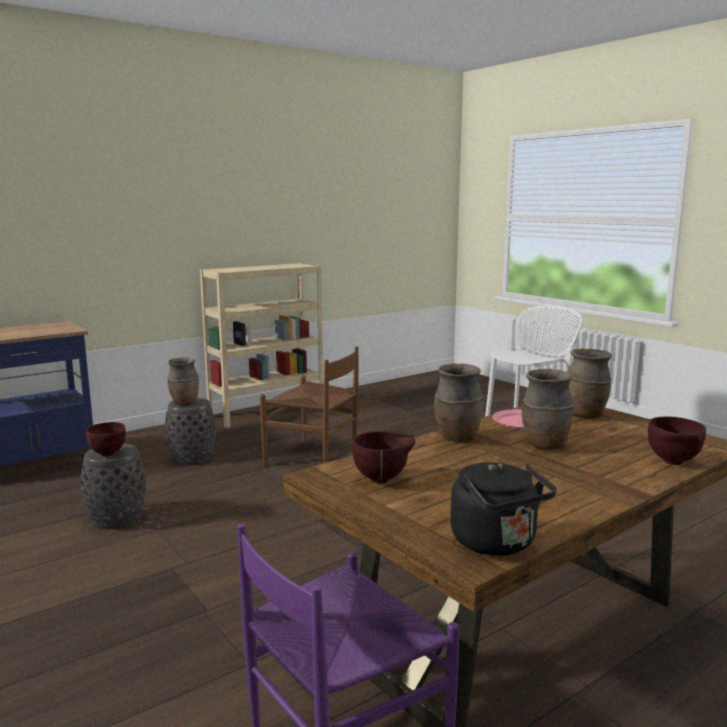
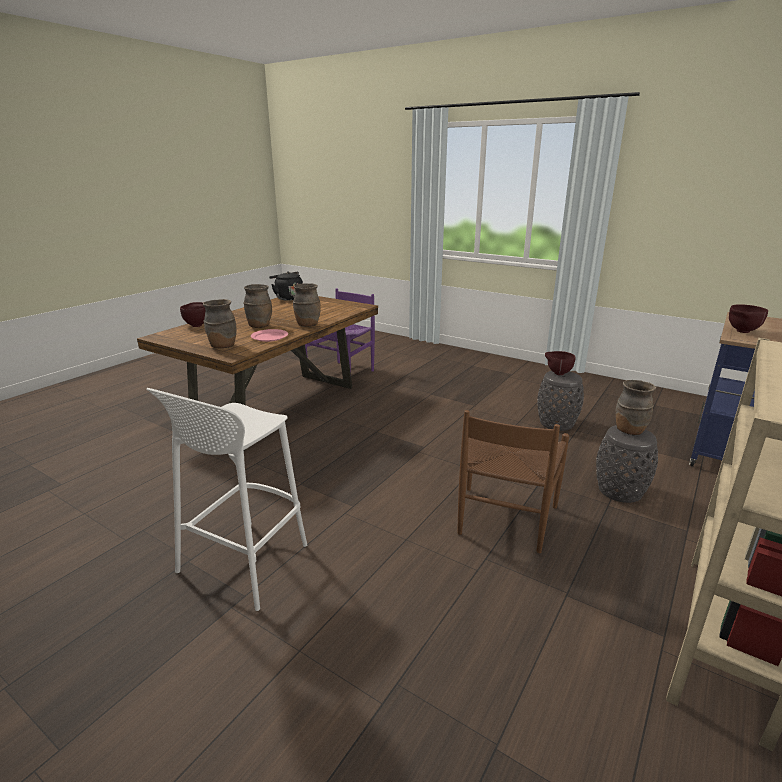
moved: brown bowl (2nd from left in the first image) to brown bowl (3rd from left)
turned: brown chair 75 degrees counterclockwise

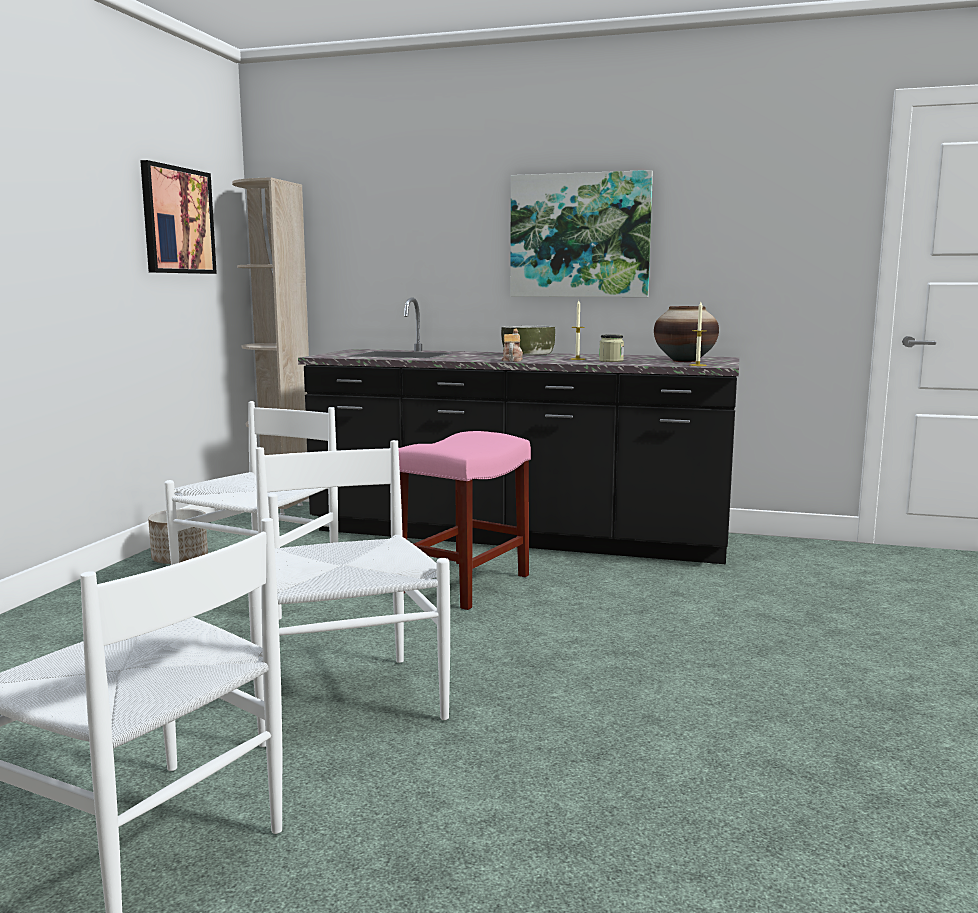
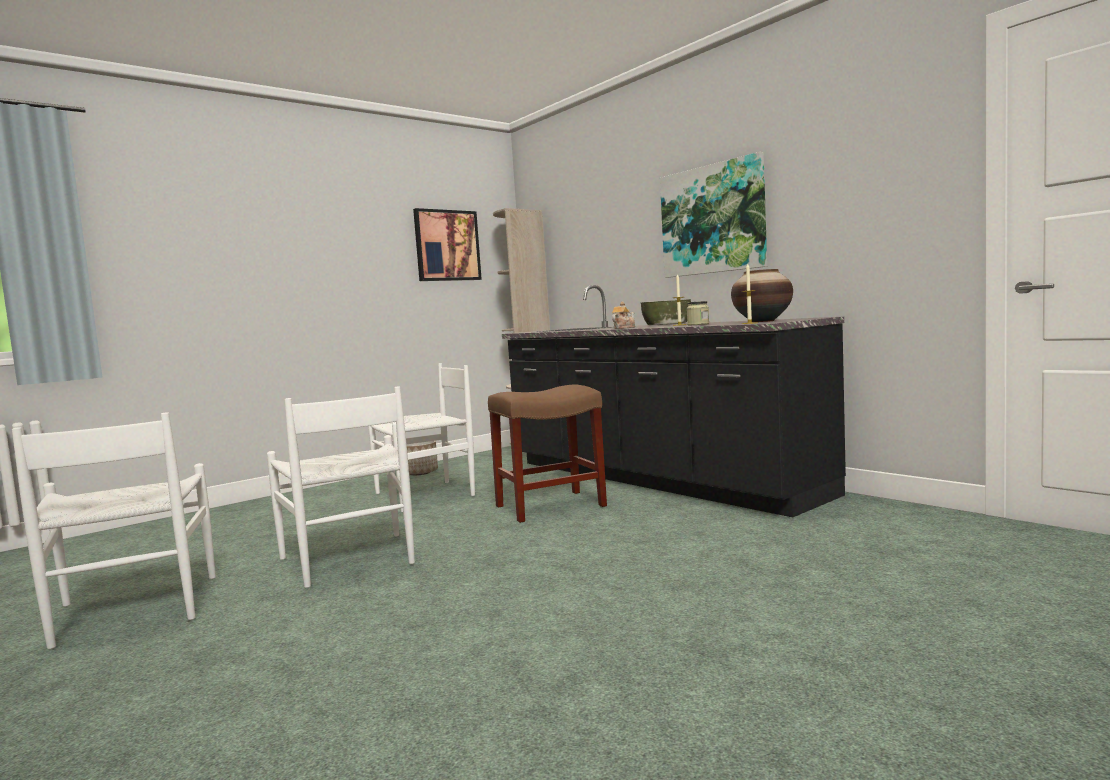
recoloured: pink stool to brown stool
turned: white chair (3rd from left in the first image) 135 degrees clockwise

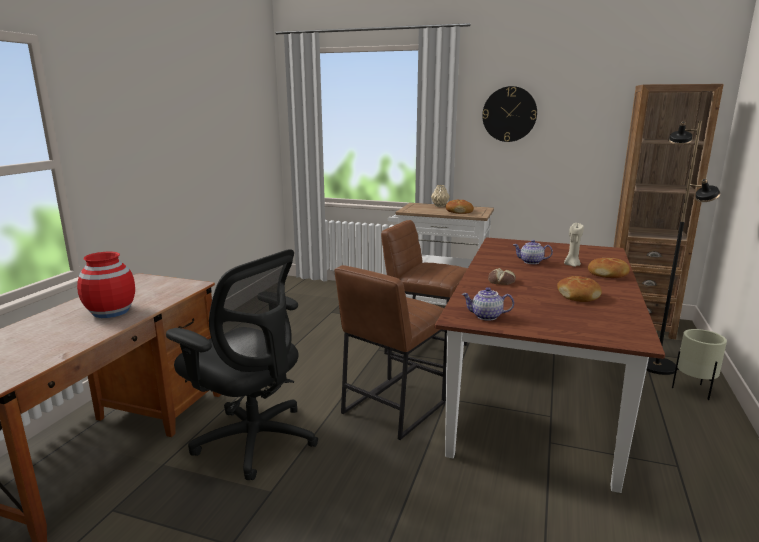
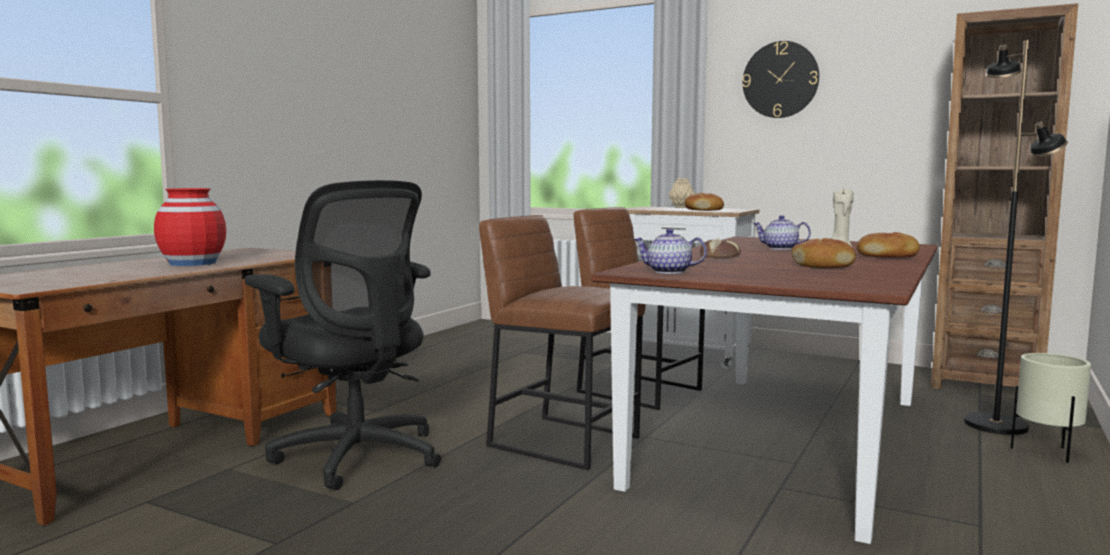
turned: brown chair (1st from left) 75 degrees clockwise

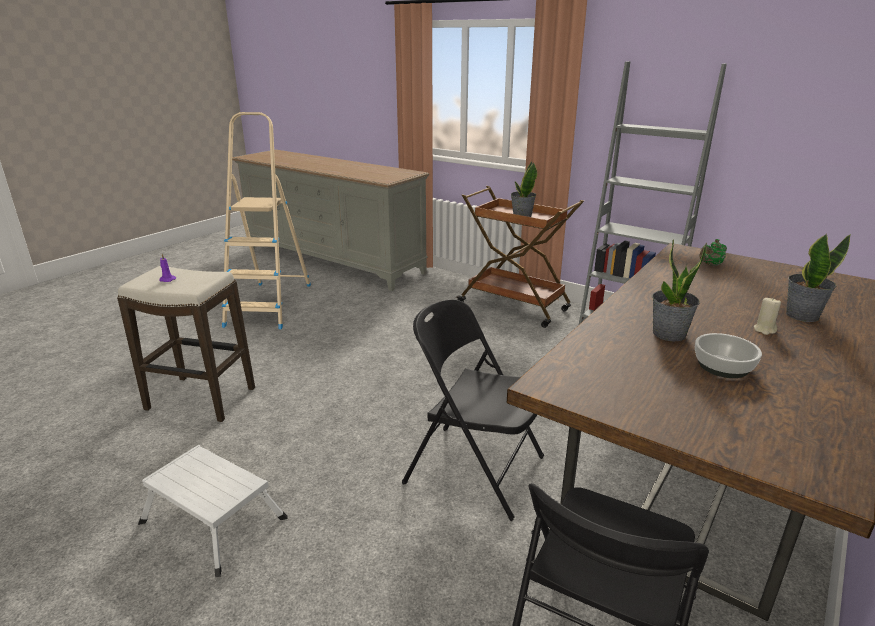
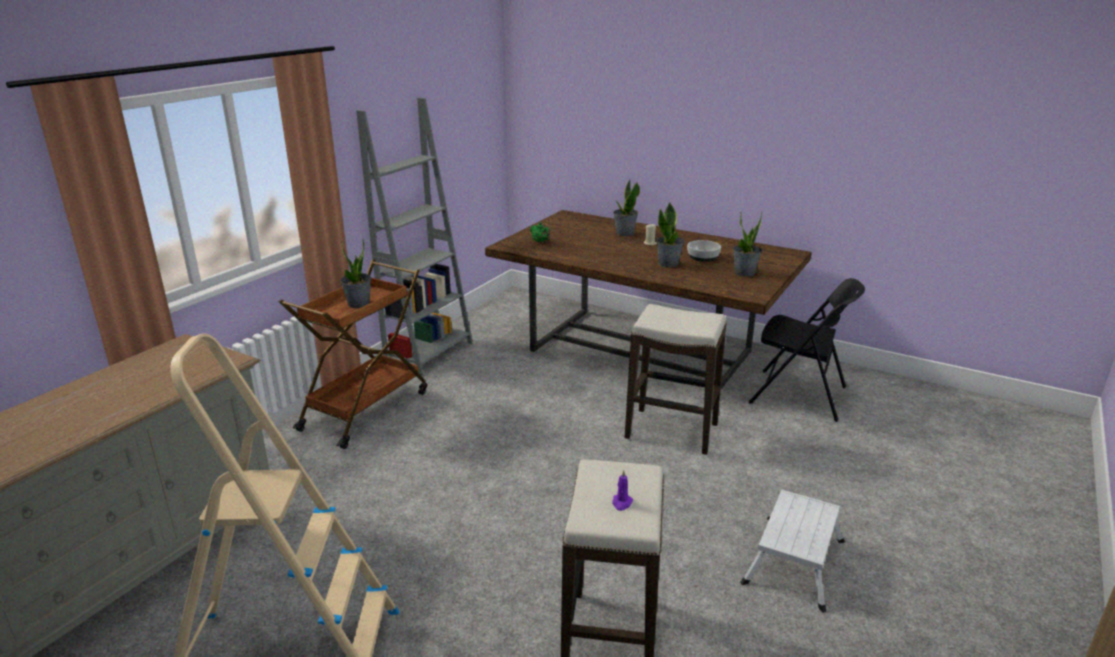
added: potted plant (4th from left)
replaced: black chair (1st from left) to stool (2nd from left)

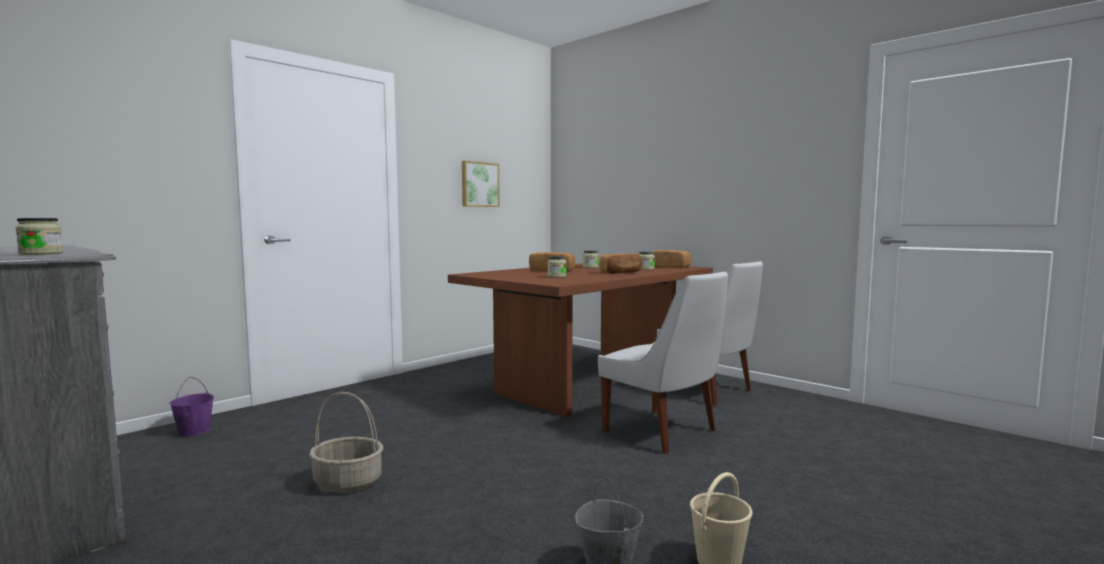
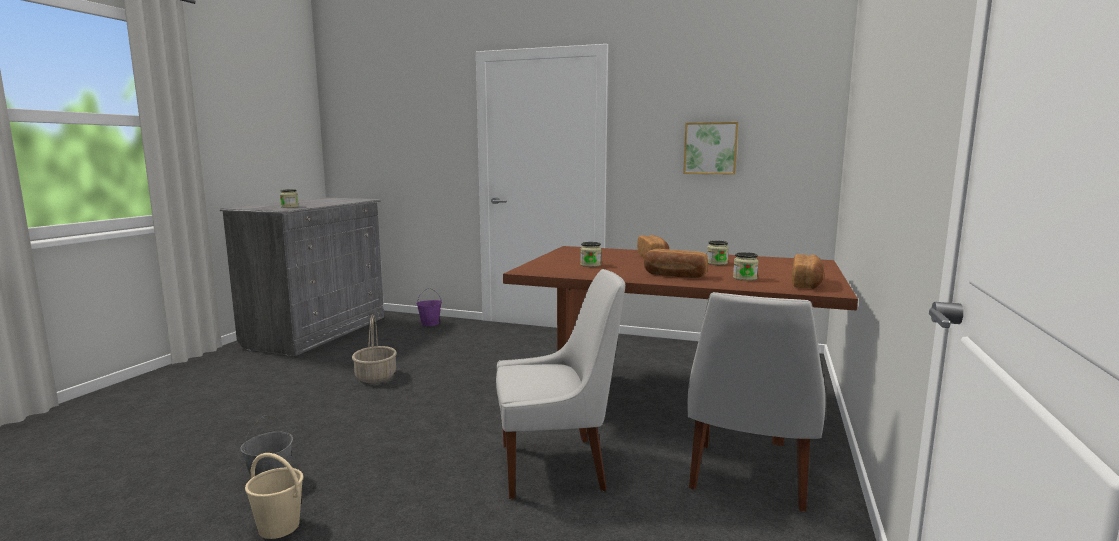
turned: white chair (1st from left) 120 degrees counterclockwise

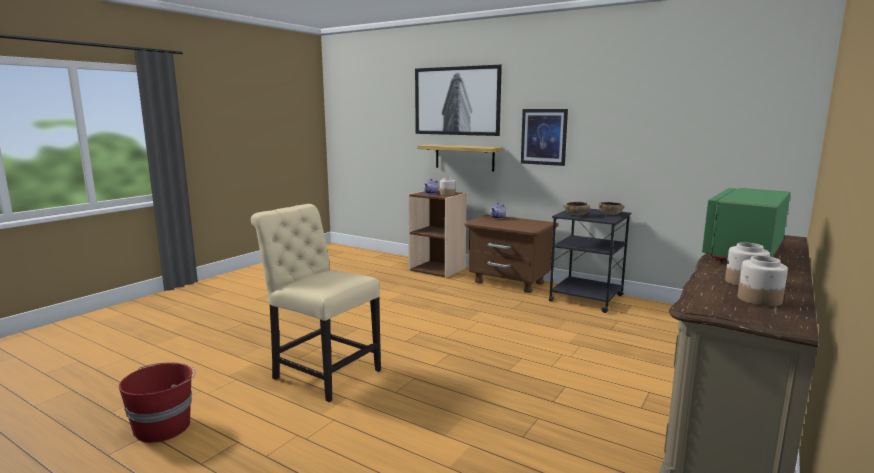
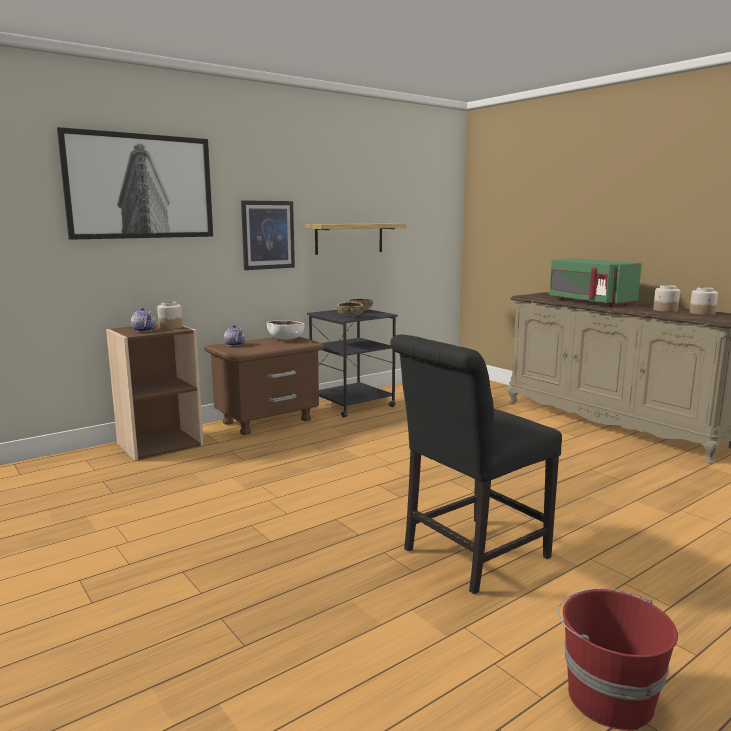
added: white bowl
moved: shelf
recoloured: beige chair to black chair

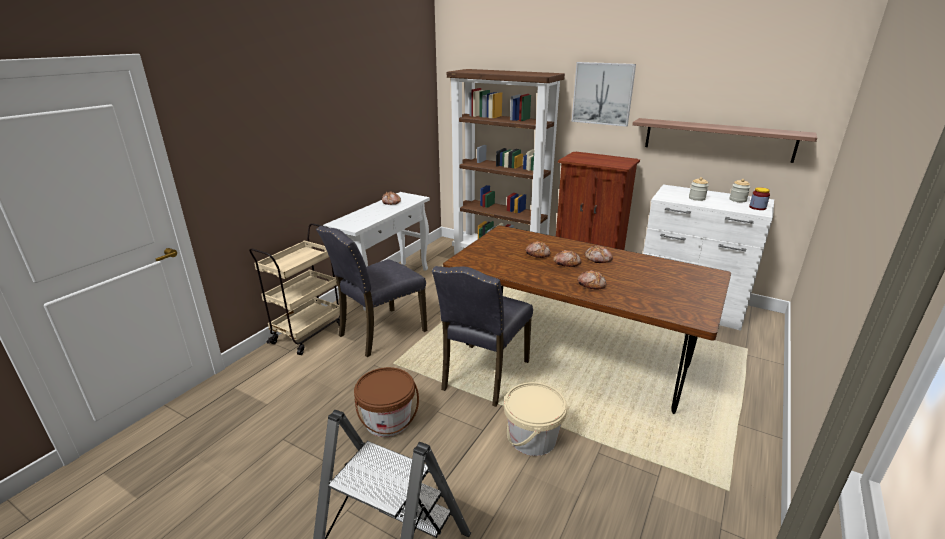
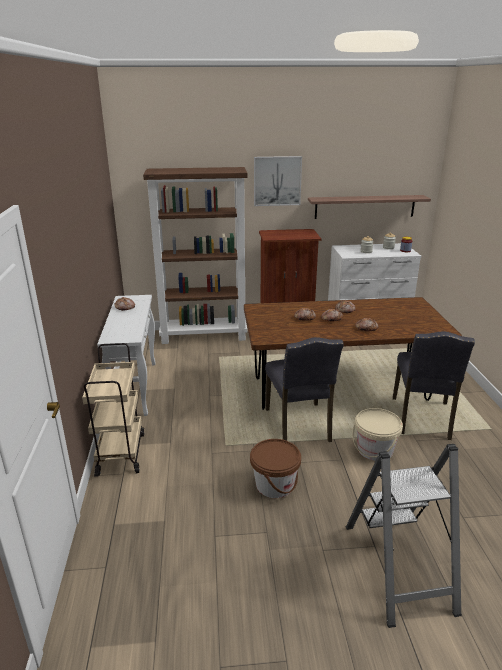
moved: grey chair (1st from left in the first image) to grey chair (2nd from left)

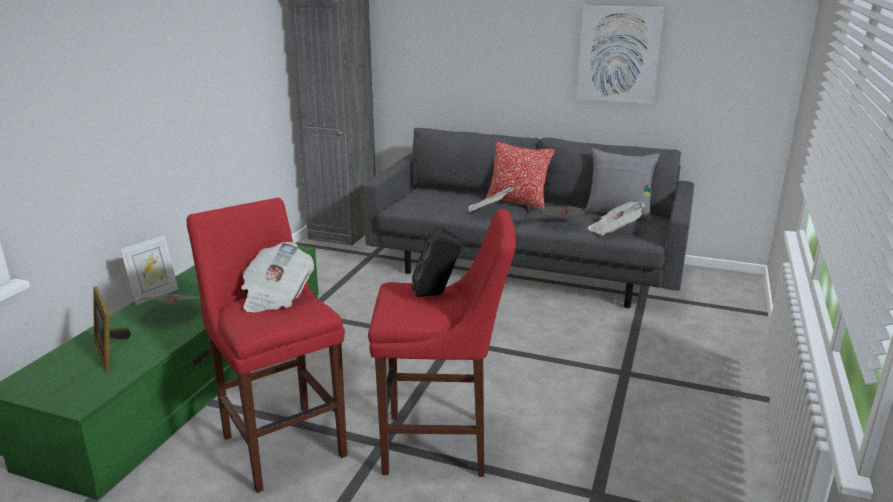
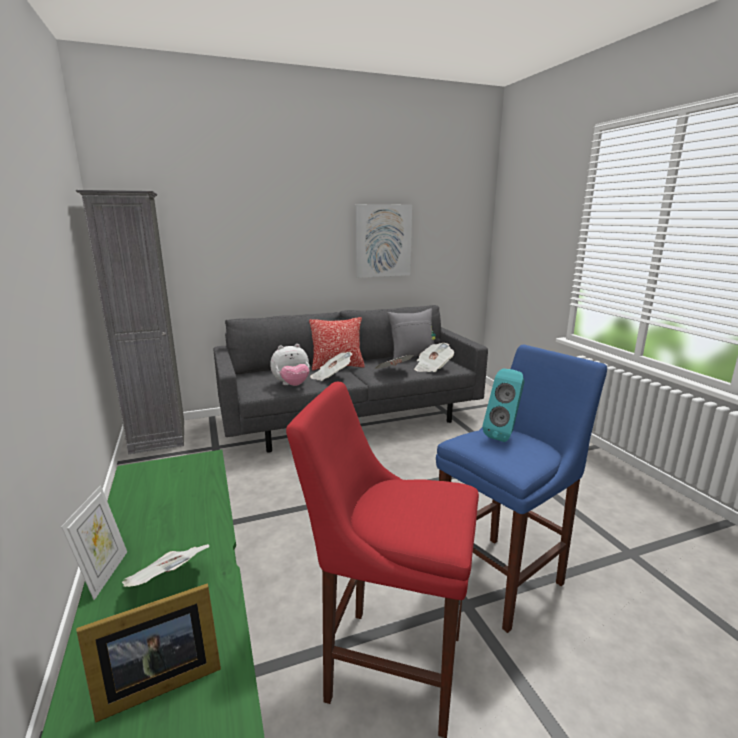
removed: newspaper (2nd from left)
added: plush toy
recoloured: red stool (2nd from left) to blue stool; black speaker to turquoise speaker
turned: picture frame (1st from left in the first image) 45 degrees counterclockwise

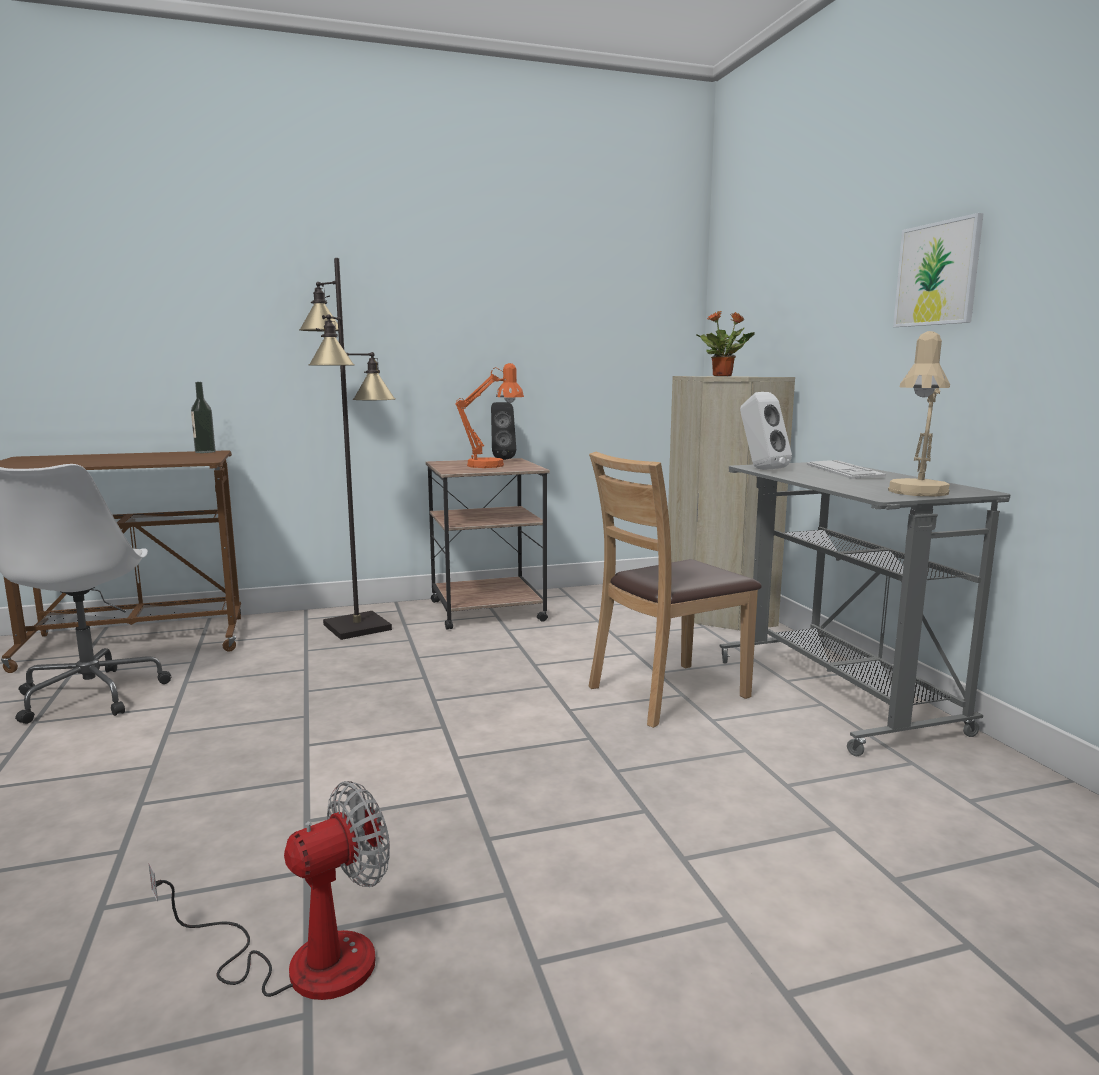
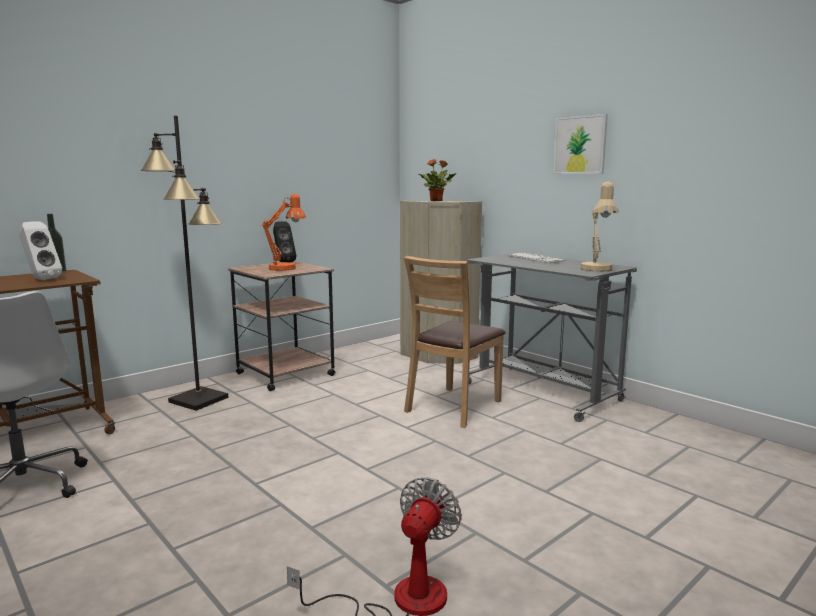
moved: white speaker

